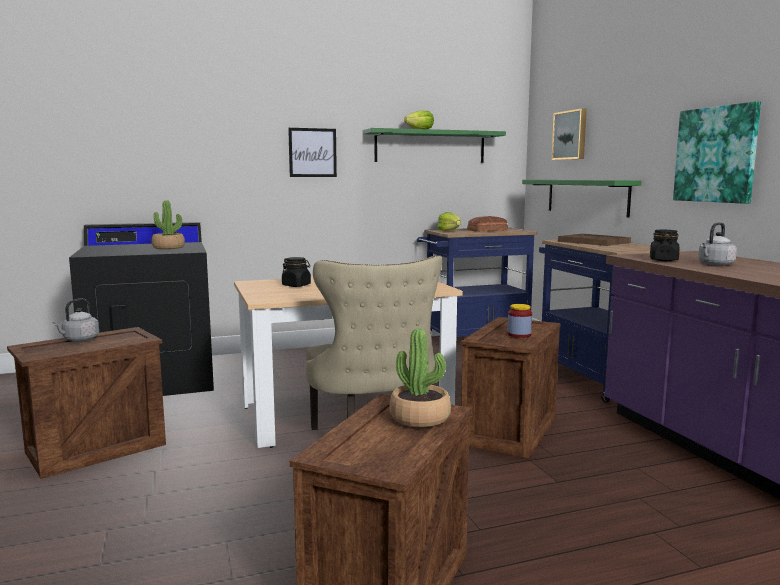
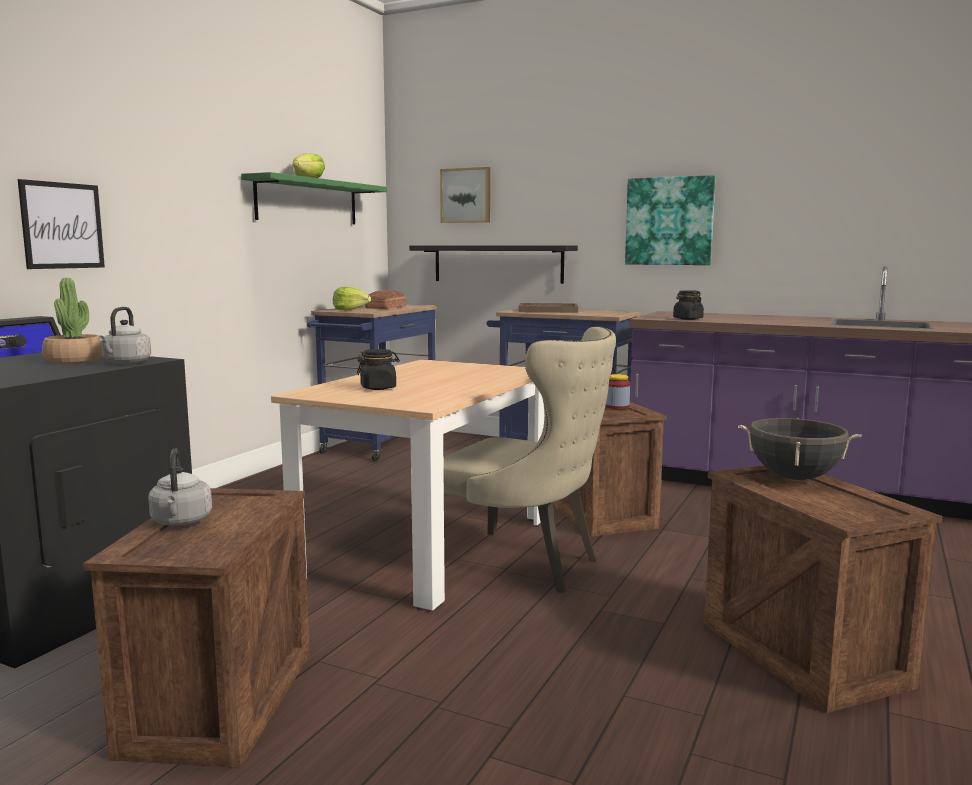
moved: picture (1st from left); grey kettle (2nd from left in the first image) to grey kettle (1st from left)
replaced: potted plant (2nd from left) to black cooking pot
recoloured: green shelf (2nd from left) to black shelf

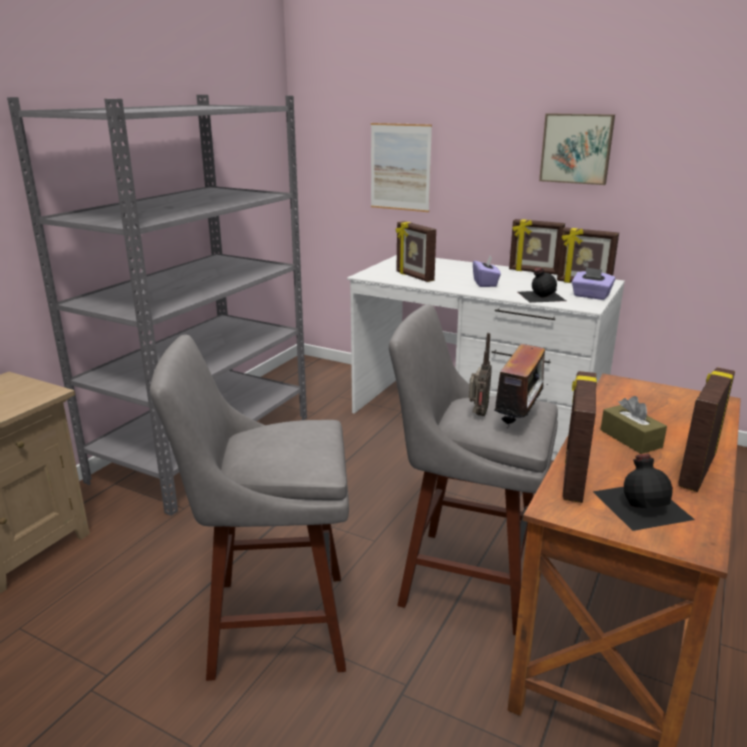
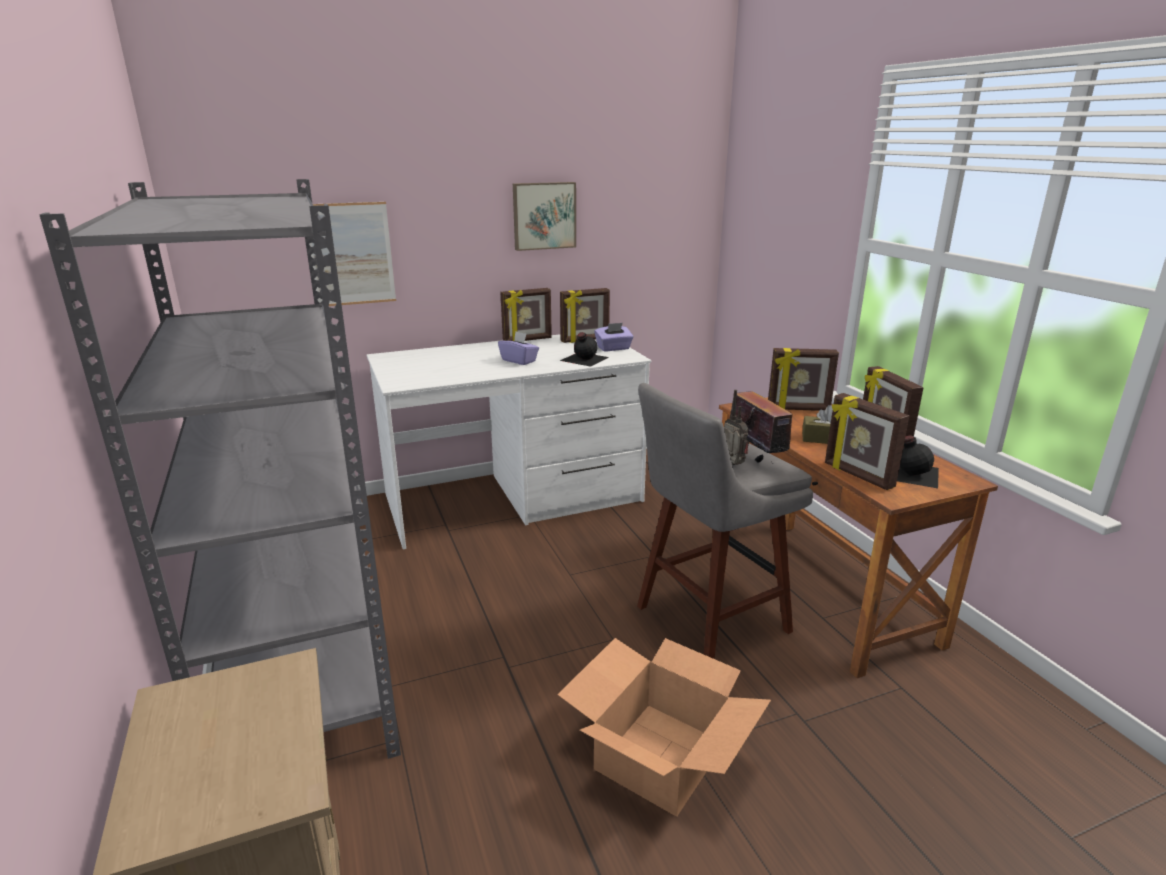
moved: picture frame (1st from left in the first image) to picture frame (3rd from left)
replaced: grey stool (1st from left) to cardboard box

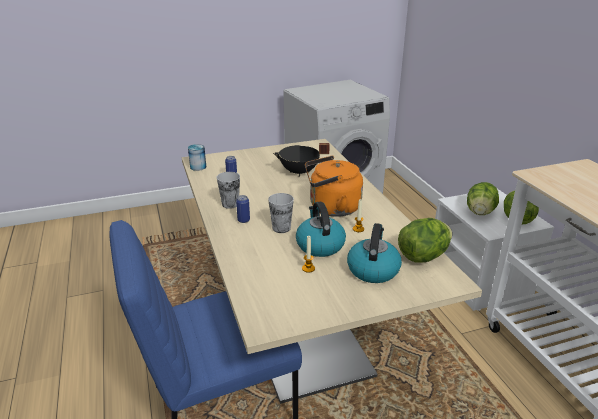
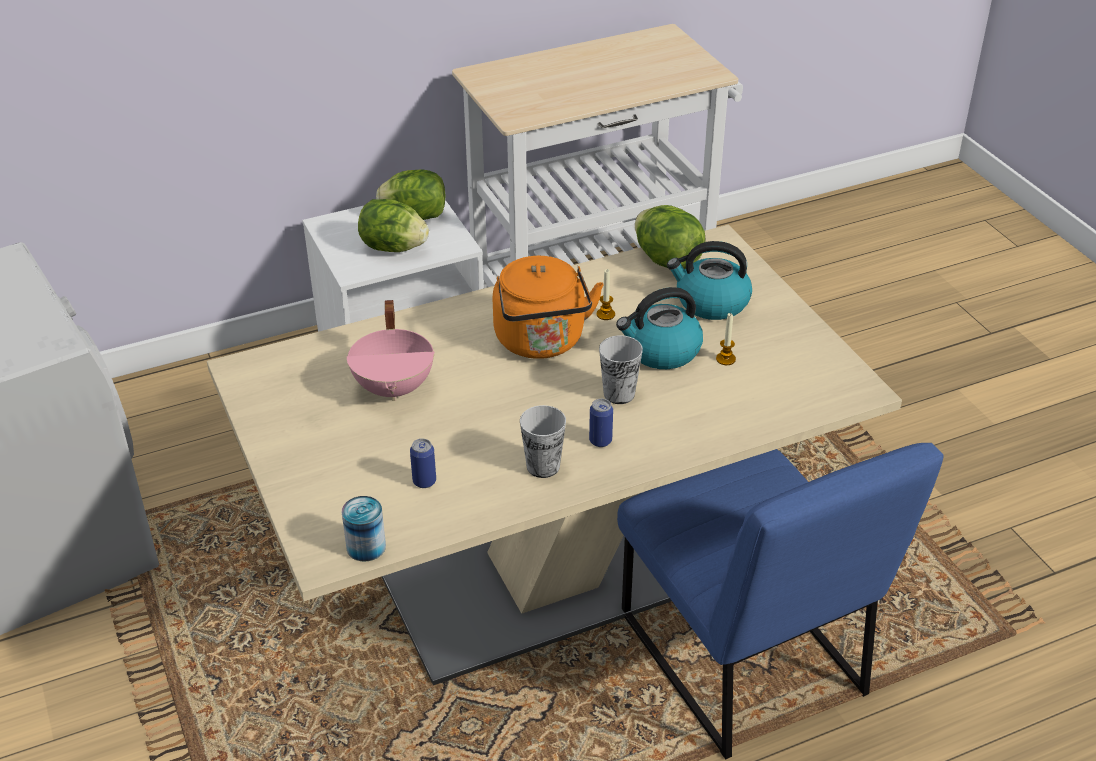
recoloured: black cooking pot to pink cooking pot

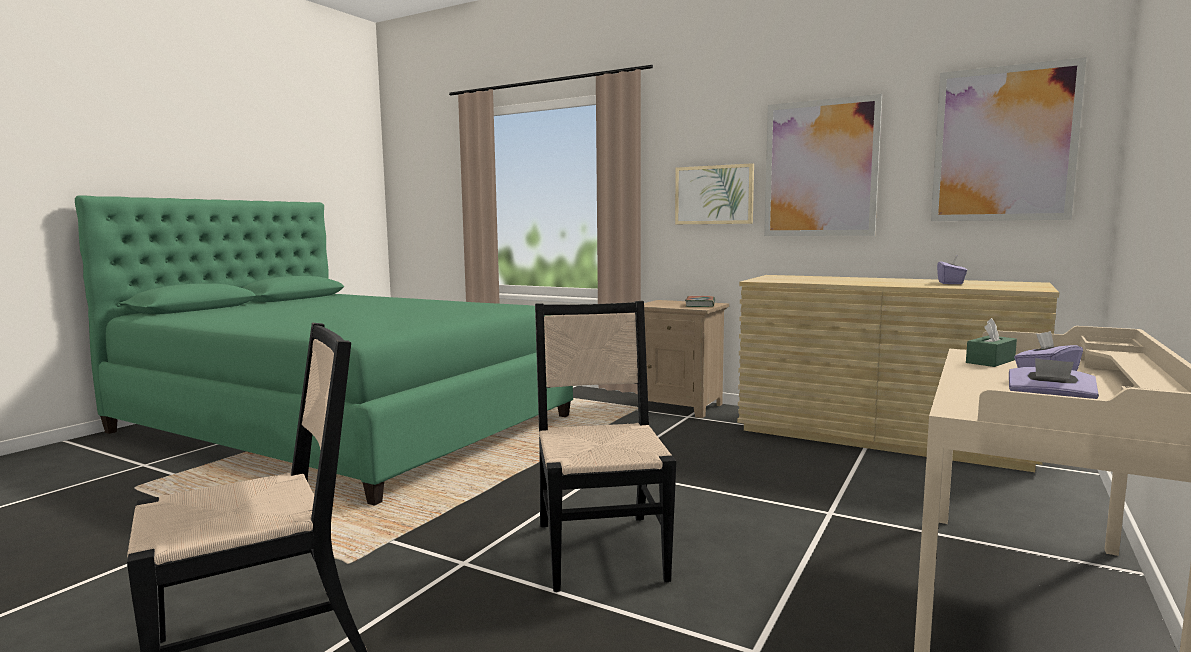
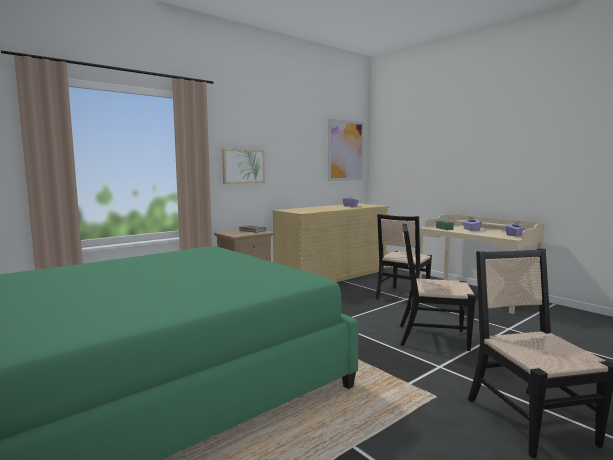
removed: picture (2nd from left)
added: chair (1st from left)

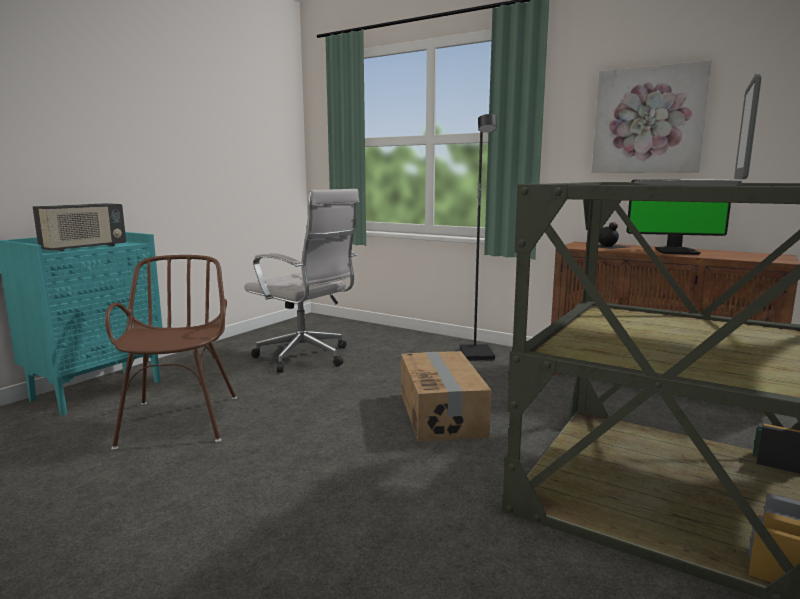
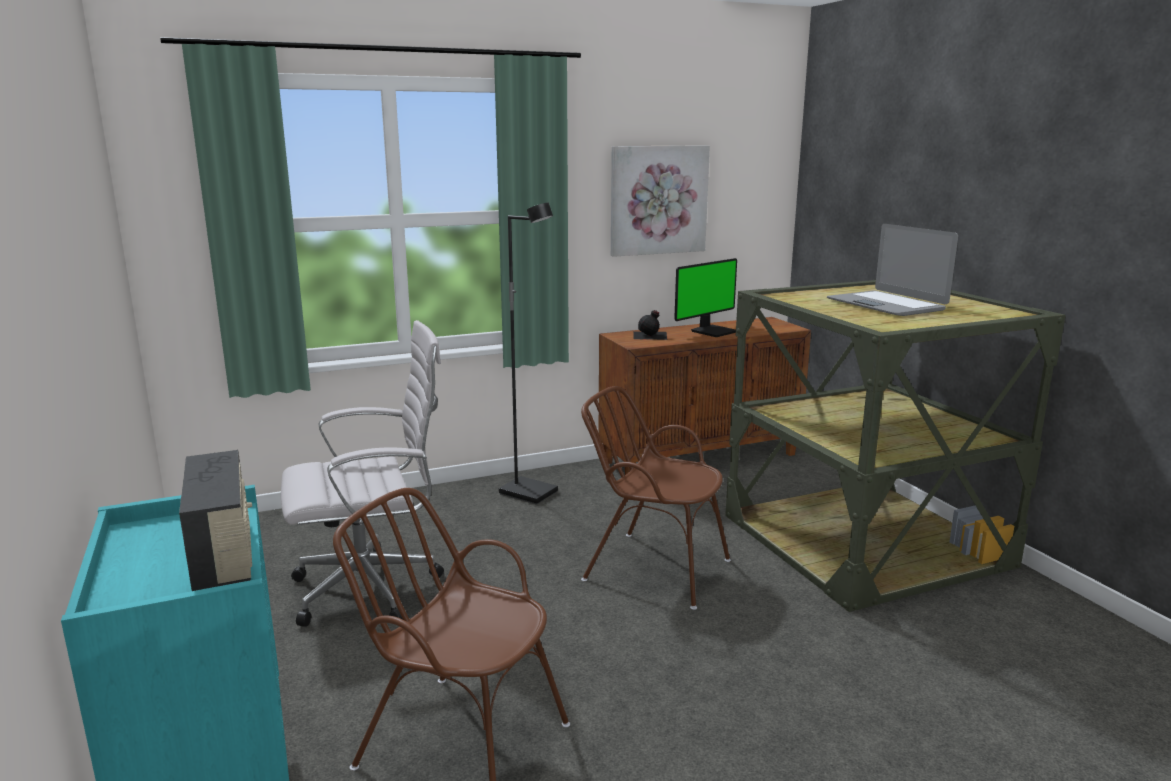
replaced: cardboard box to brown chair (2nd from left)

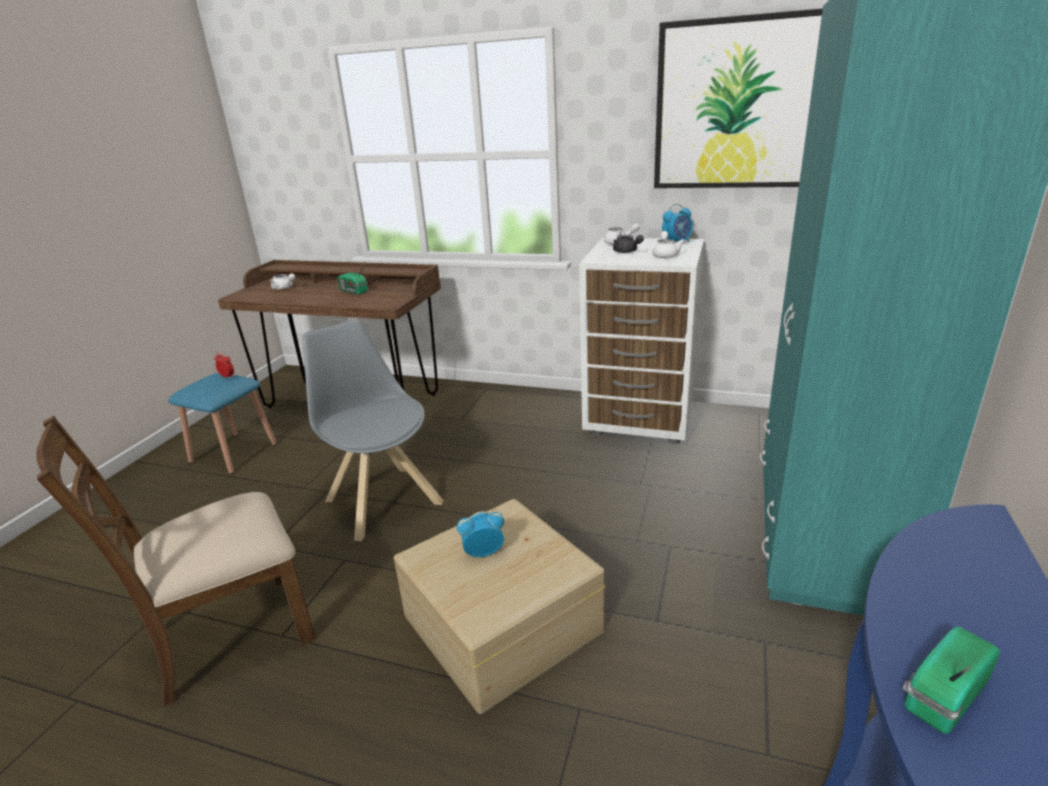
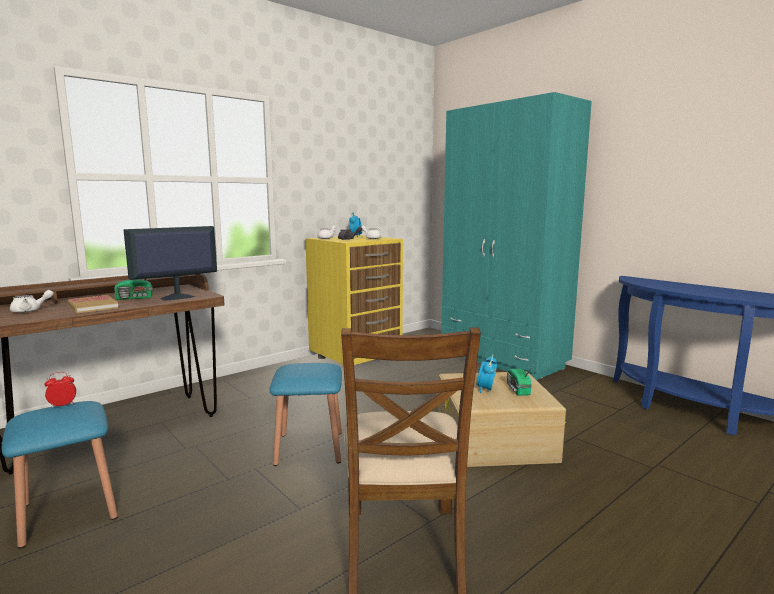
removed: picture
added: book; monitor
moved: radio (2nd from left)
replaced: grey chair to blue stool (2nd from left)
recoloured: white dresser to yellow dresser

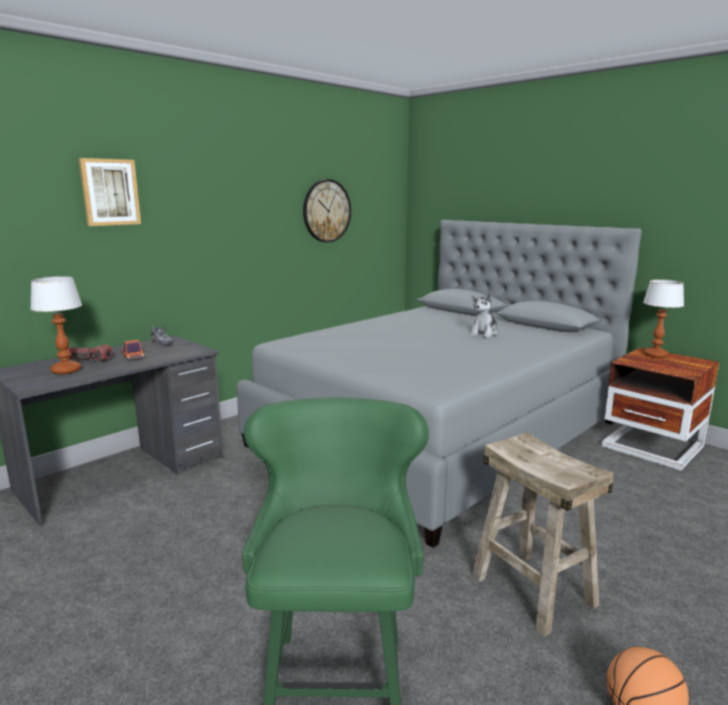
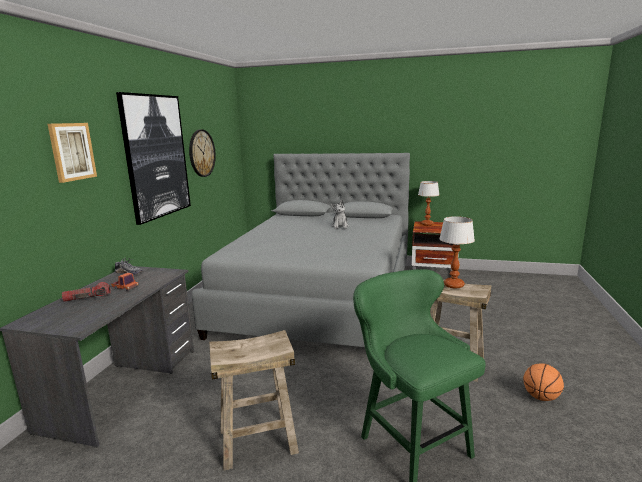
added: picture (2nd from left); beige stool (1st from left)
moved: table lamp (1st from left in the first image) to table lamp (2nd from left)

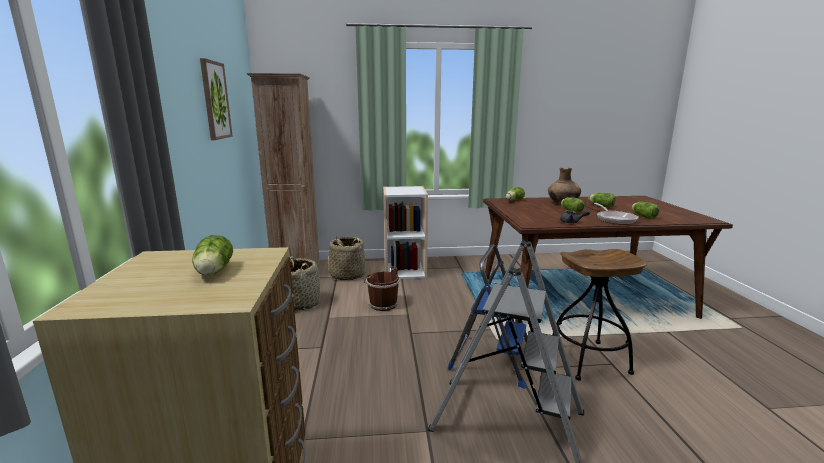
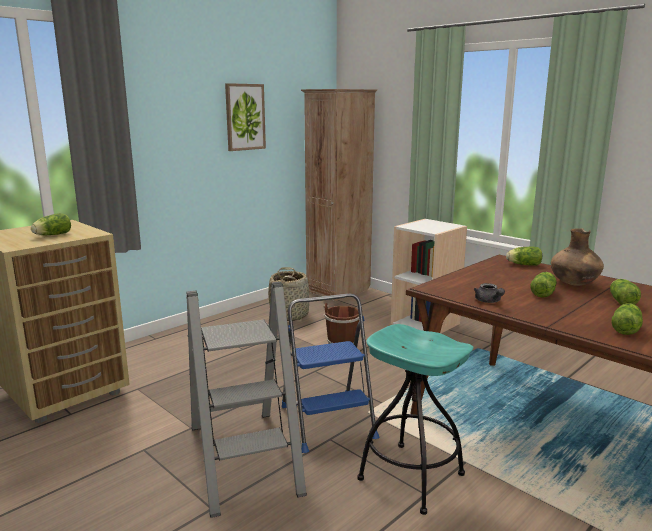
removed: basket (2nd from left); frying pan
recoloured: brown stool to turquoise stool

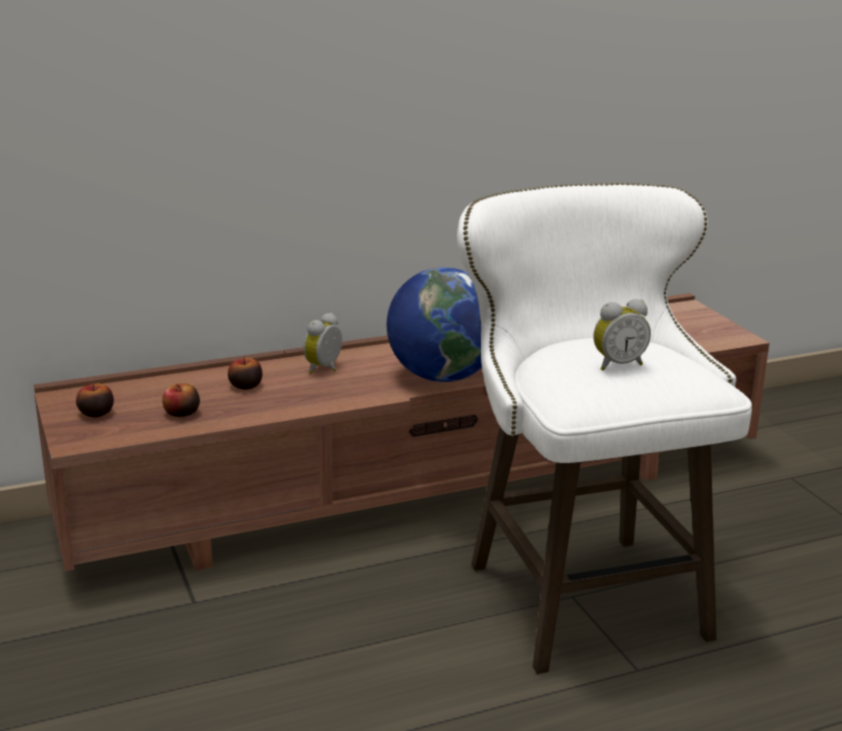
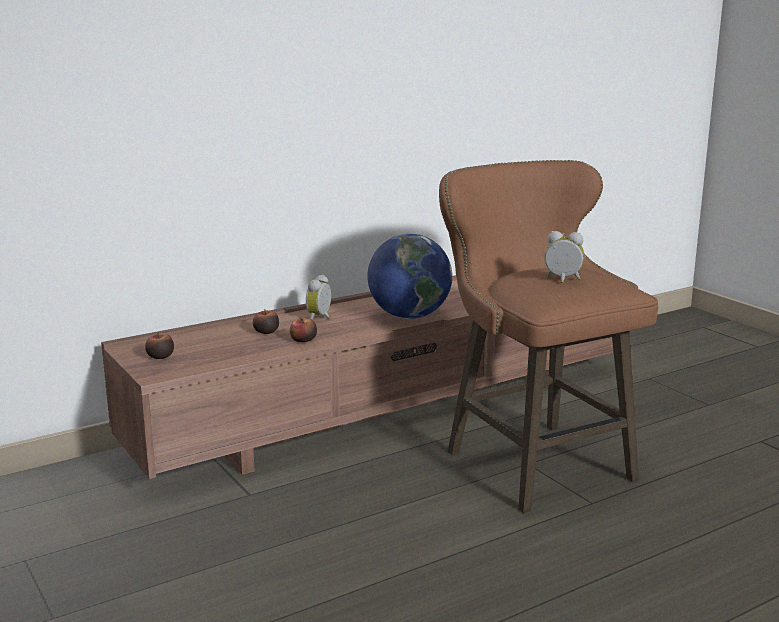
moved: apple (2nd from left in the first image) to apple (3rd from left)
recoloured: white stool to brown stool
turned: alarm clock (2nd from left) 135 degrees counterclockwise

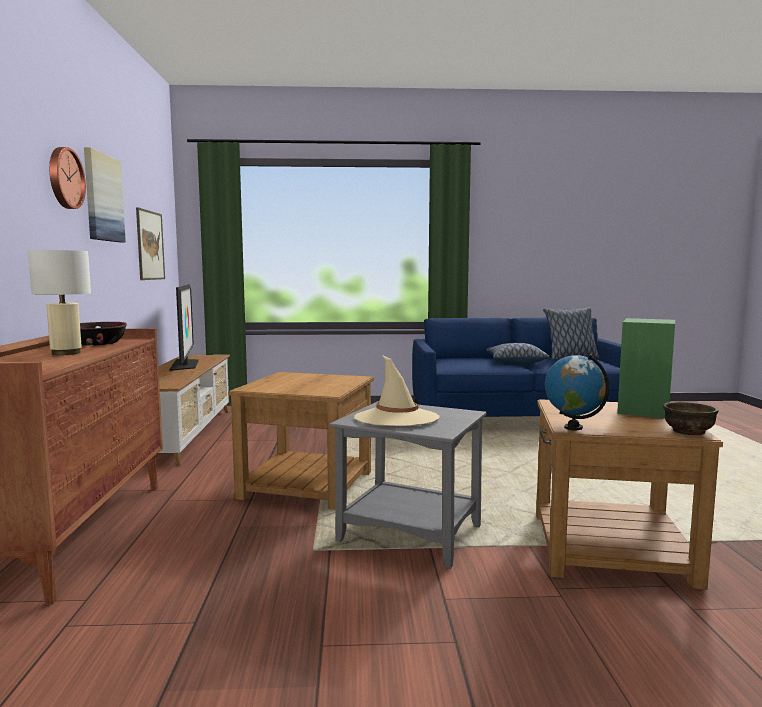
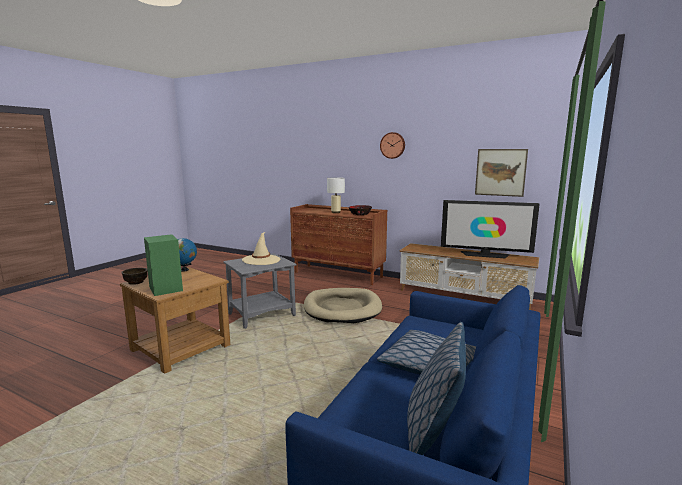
removed: picture (1st from left)
replaced: brown side table (1st from left) to beige dog bed

